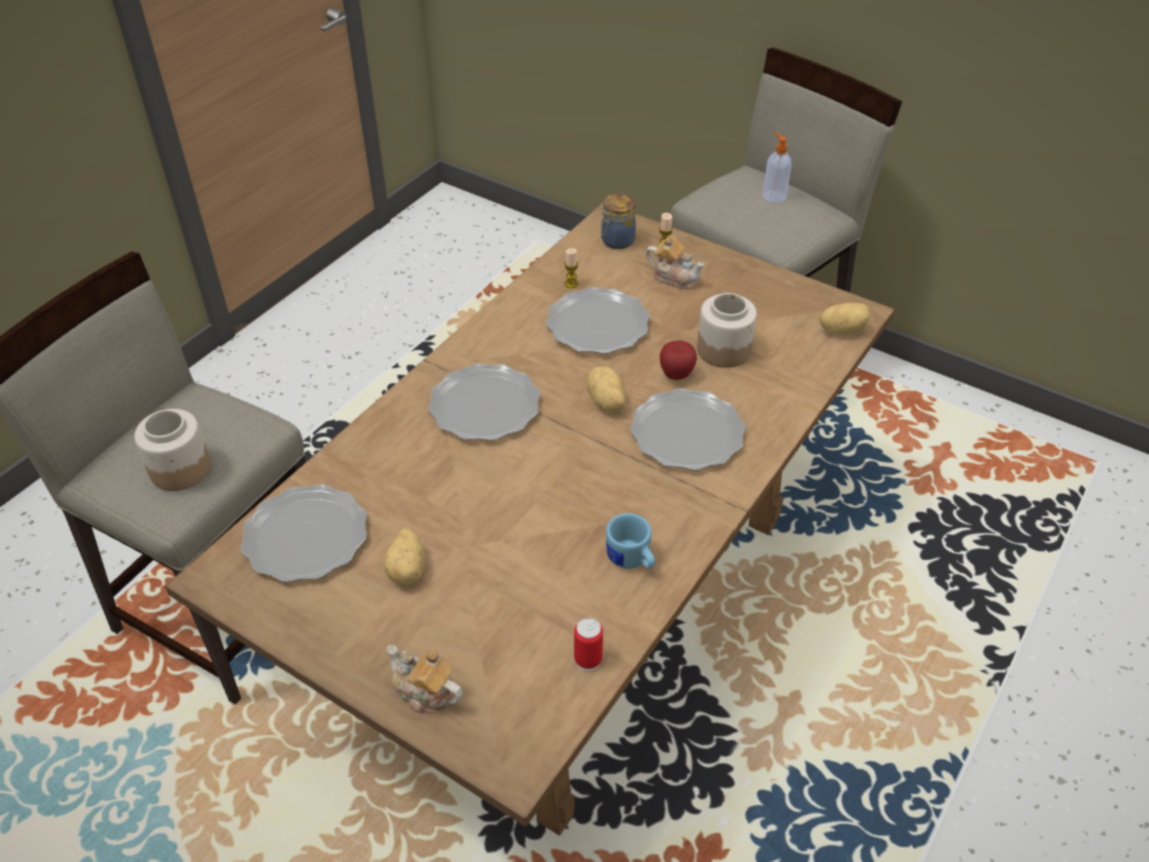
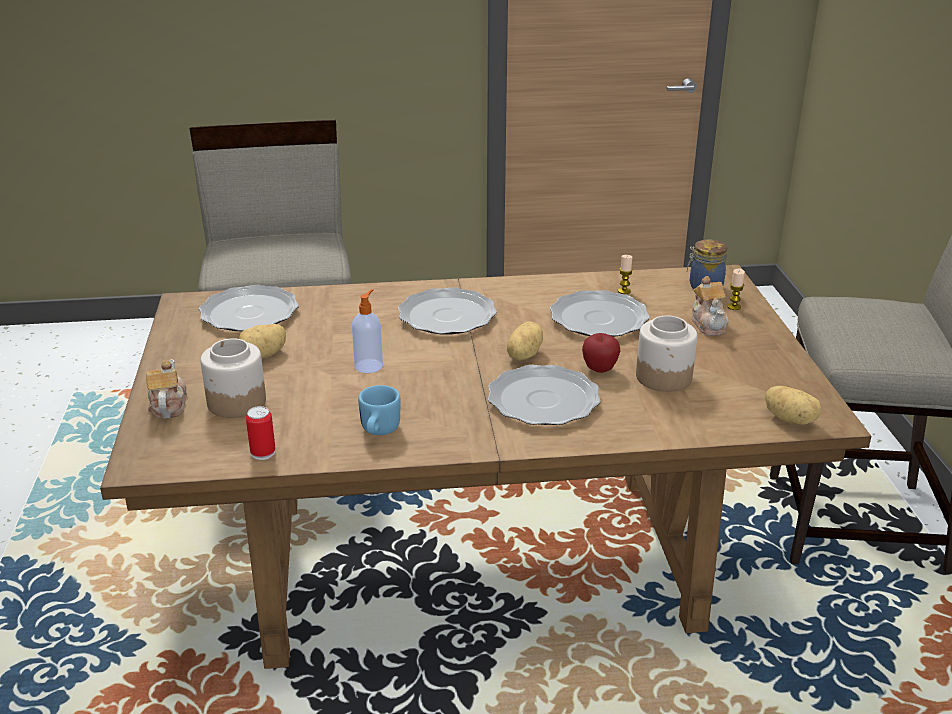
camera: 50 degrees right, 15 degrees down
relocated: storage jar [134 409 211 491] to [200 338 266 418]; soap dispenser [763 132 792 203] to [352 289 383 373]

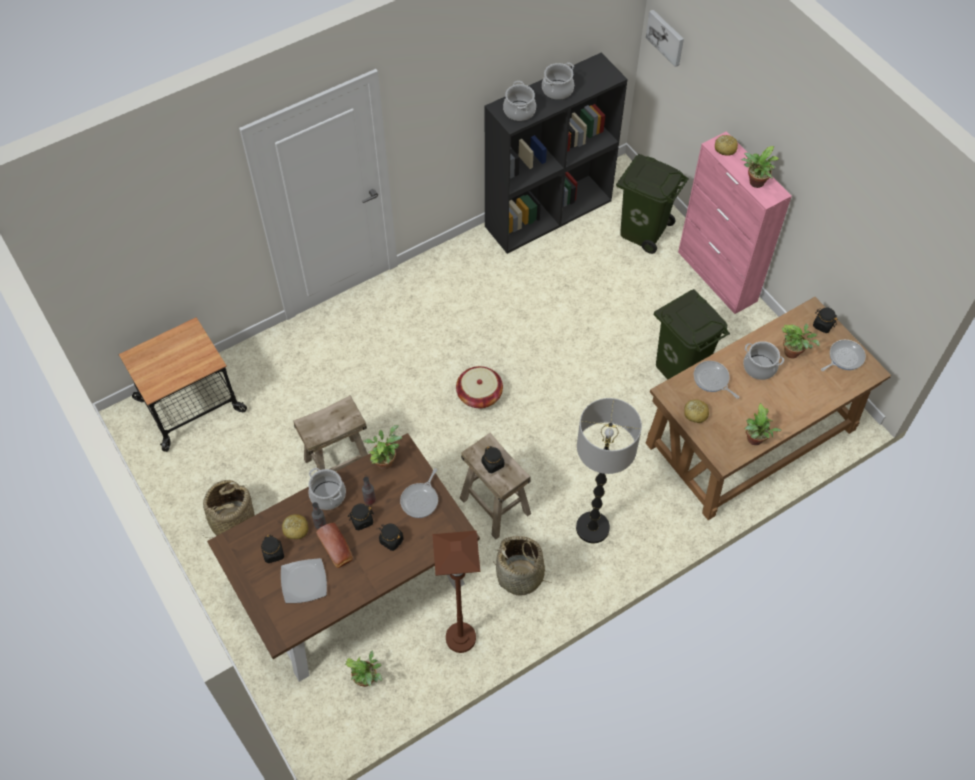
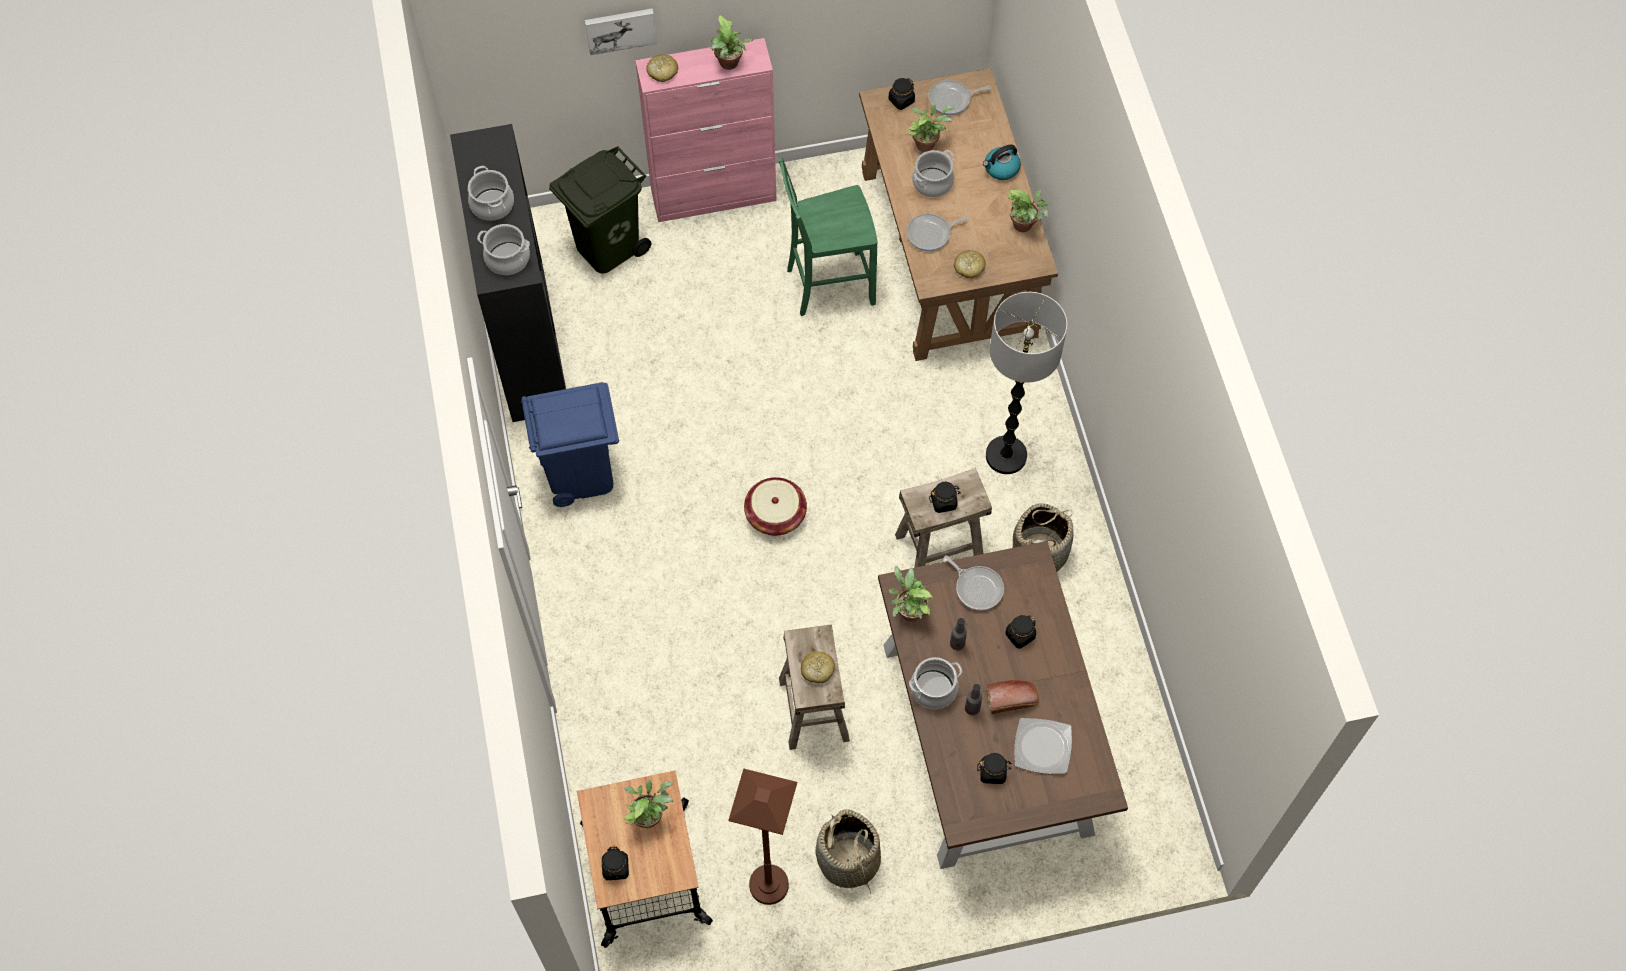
camera: 70 degrees left, 5 degrees up
appeared: blue trash can [521 382 619 507]; tea kettle [983 145 1021 180]
relocated: wall art [646 10 684 67] to [585 9 657 56]; black-coloured storage jar [348 504 374 530] to [602 846 629 880]; plant in a pot [345 651 382 687] to [624 780 673 828]; brown-coloured standard lamp [432 530 480 653] to [728 768 797 905]; baked bread [282 514 308 539] to [801 652 835 683]
exchanged: green trash can [654 289 730 380] to green chair [779 158 878 316]
spun: skillet [821 340 866 371] = [928 80 991 115] 90 degrees counterclockwise

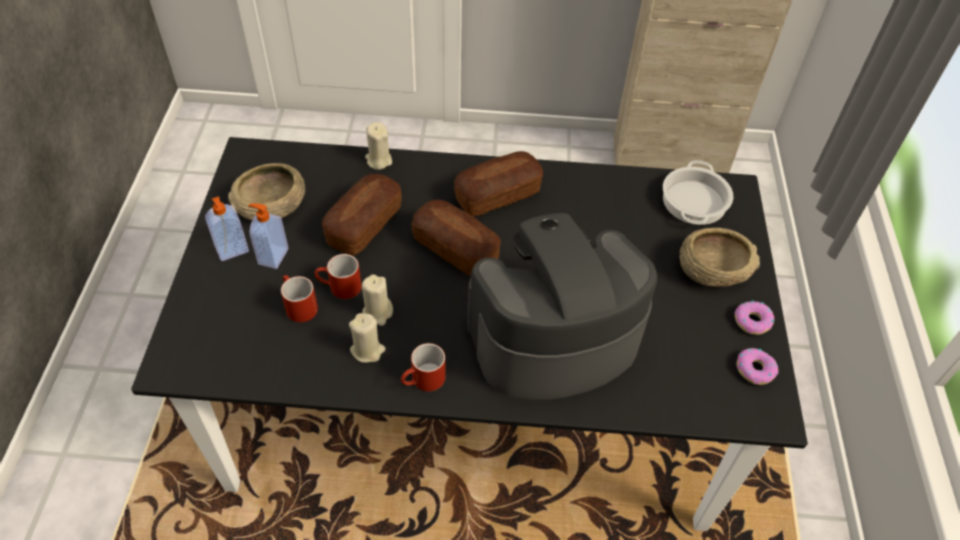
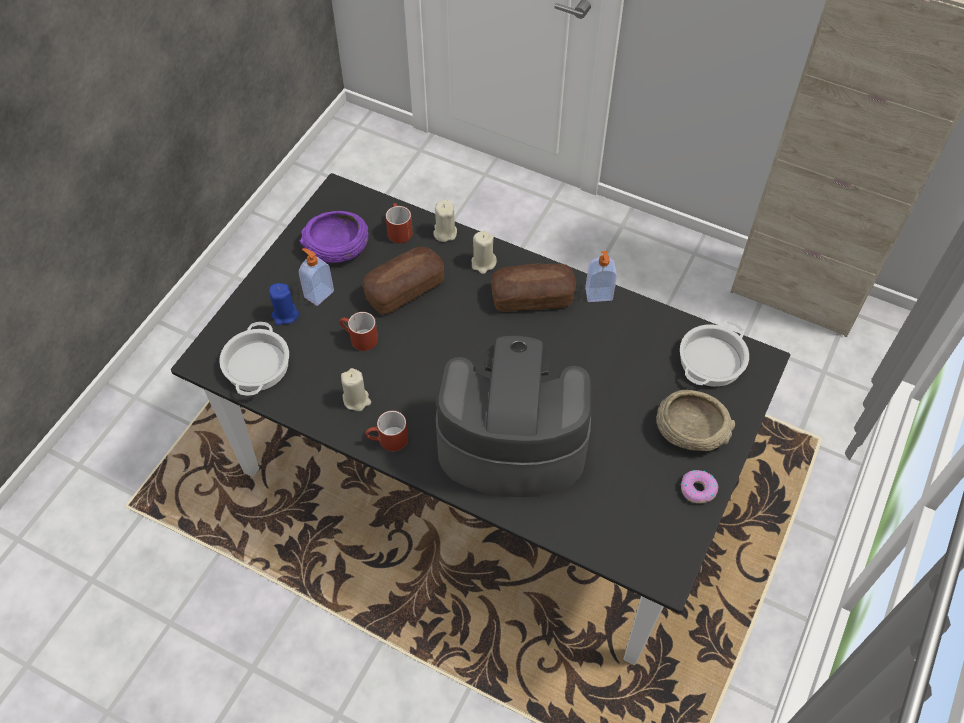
camera: 25 degrees right, 5 degrees up
missing: baked bread [412 200 501 276]; ring doughnut [737 348 778 385]
appeared: stockpot [219 322 289 396]; blue candle [269 283 299 325]
relocated: red-coloured coffee mug [281 275 318 322] to [386 203 413 243]; beige candle [362 274 393 326] to [471 231 497 274]; soap dispenser [205 196 249 261] to [585 251 617 302]
colour: beige bowl [228 163 305 220] to purple bowl [300 211 369 263]

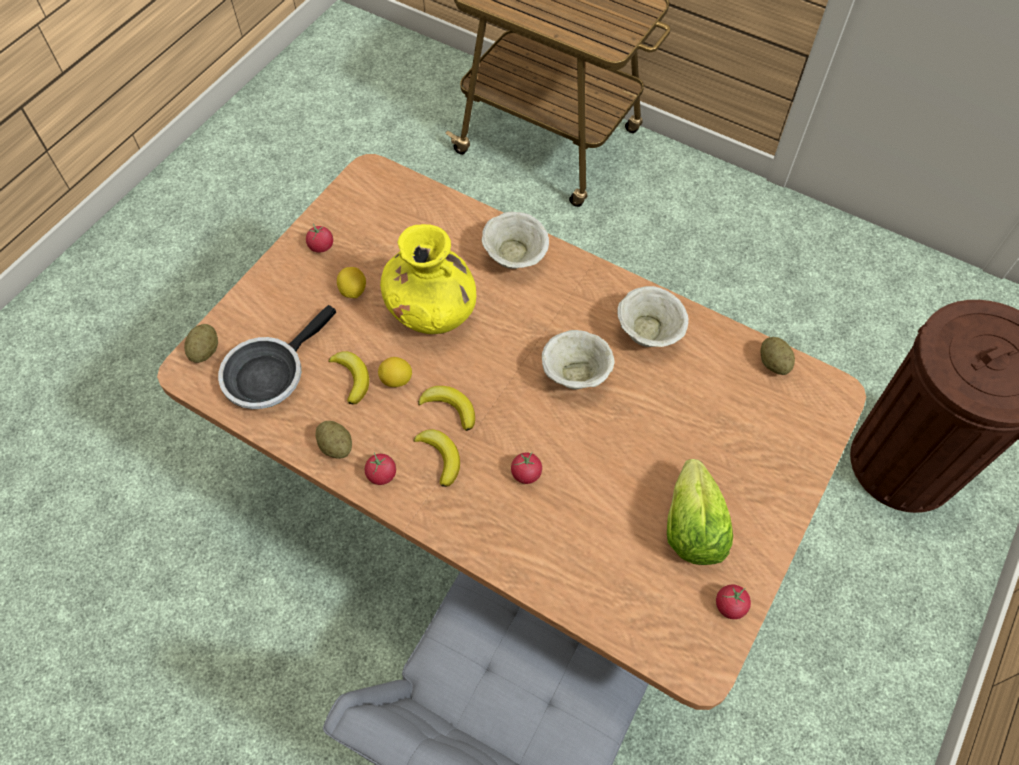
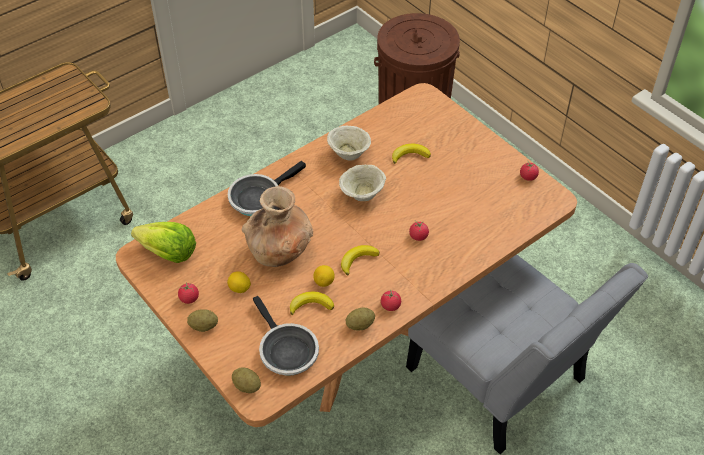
camera: 70 degrees left, 10 degrees down
relocated: head of lettuce [667 459 733 565] to [131 222 196 263]; potato [760 337 795 375] to [187 309 218 332]; banana [413 429 460 487] to [392 144 431 164]
exchanged: beige bowl [481 212 549 269] to skillet [228 161 306 216]
colour: yellowish flower vase [380 224 476 334] to brown-coloured flower vase [242 186 313 267]

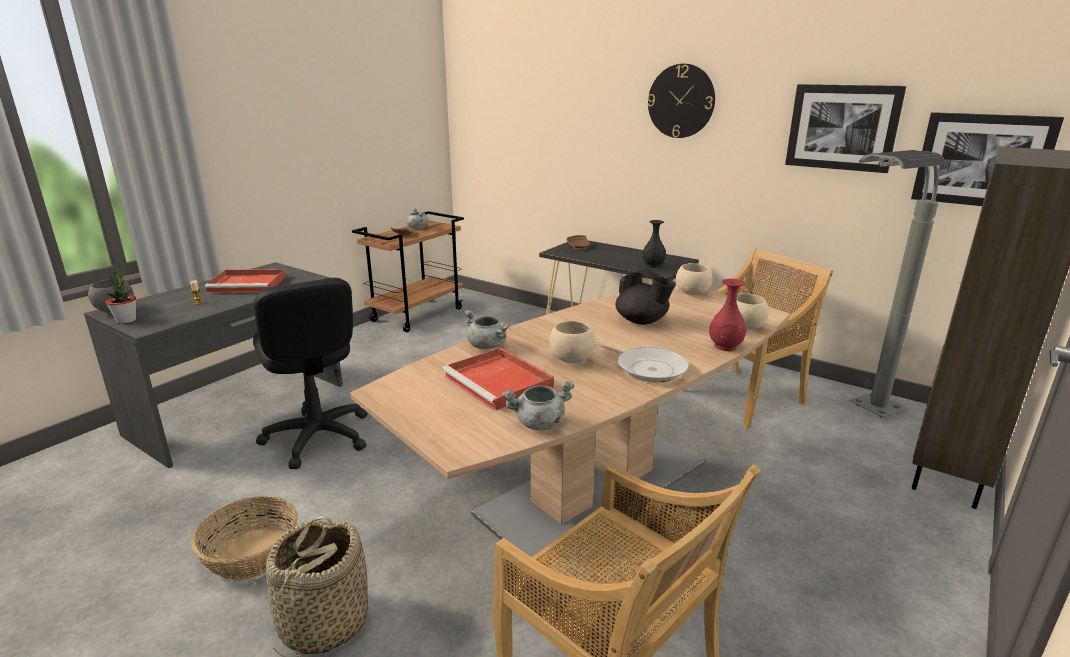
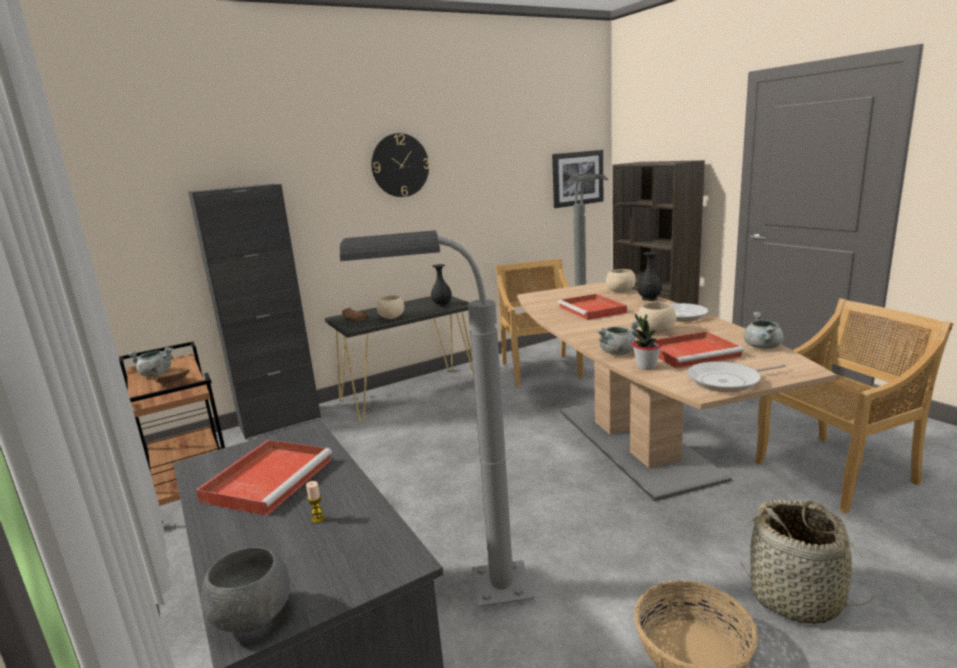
camera: 65 degrees left, 5 degrees down
missing: wall art [785 84 906 173]
appeared: black-coloured cupboard [188 184 321 439]; skillet [688 361 786 392]
relocated: beige bowl [676 263 713 295] to [376 295 404 319]; plant in a pot [105 269 136 324] to [632 313 662 370]
exchanged: black-coloured office chair [253 278 368 469] to greyish standard lamp [340 230 534 607]; black-coloured pot for tea [615 269 676 325] to red-coloured tray [558 294 627 320]
colour: red-coloured flower vase [709 279 746 351] to black-coloured flower vase [637 252 662 301]

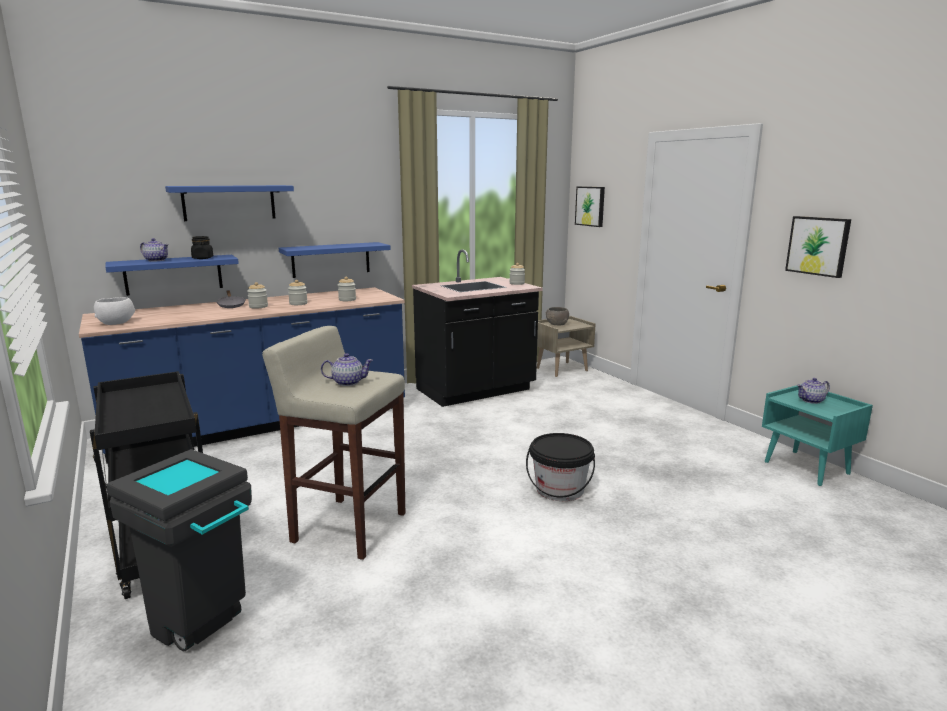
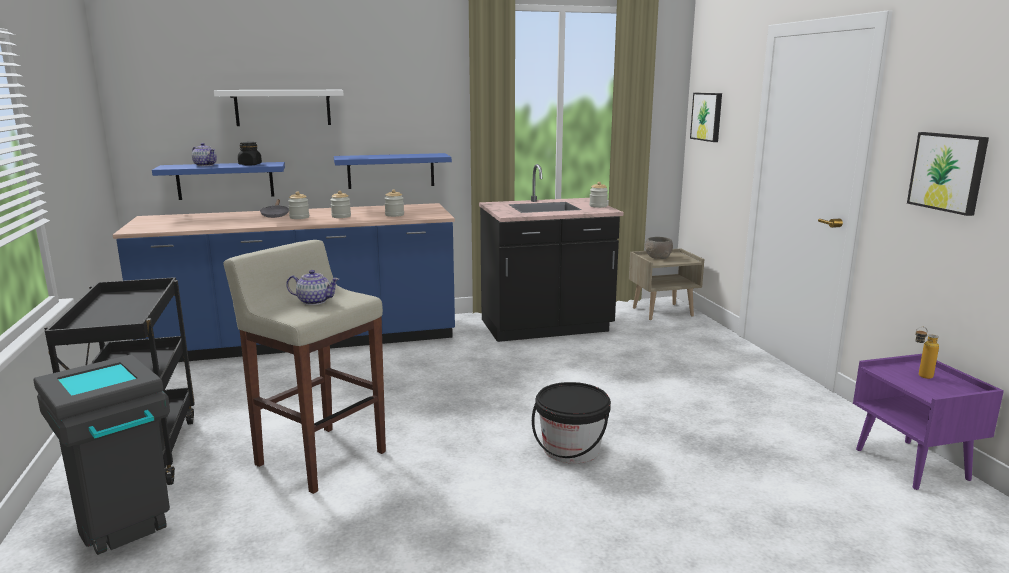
camera: 15 degrees right, 0 degrees up
missing: whitish bowl [94 297 135 325]
exchanged: pot for tea [797 378 830 404] to beverage bottle [915 327 939 379]
colour: blue bracket shelf [165 185 294 221] to whitish bracket shelf [214 90 344 126]; turquoise-coloured bedside table [762 385 873 486] to purple bedside table [853 354 1004 490]

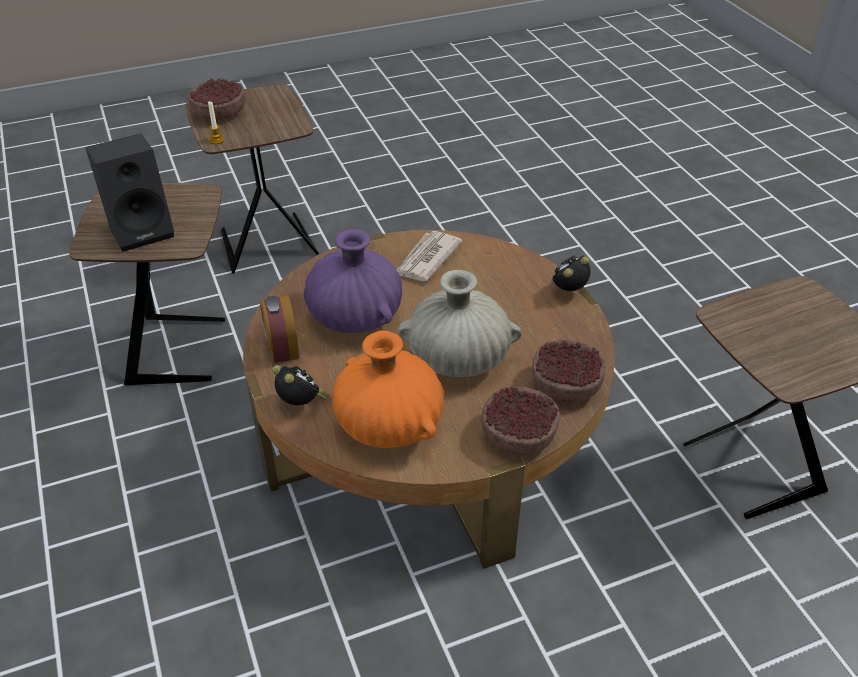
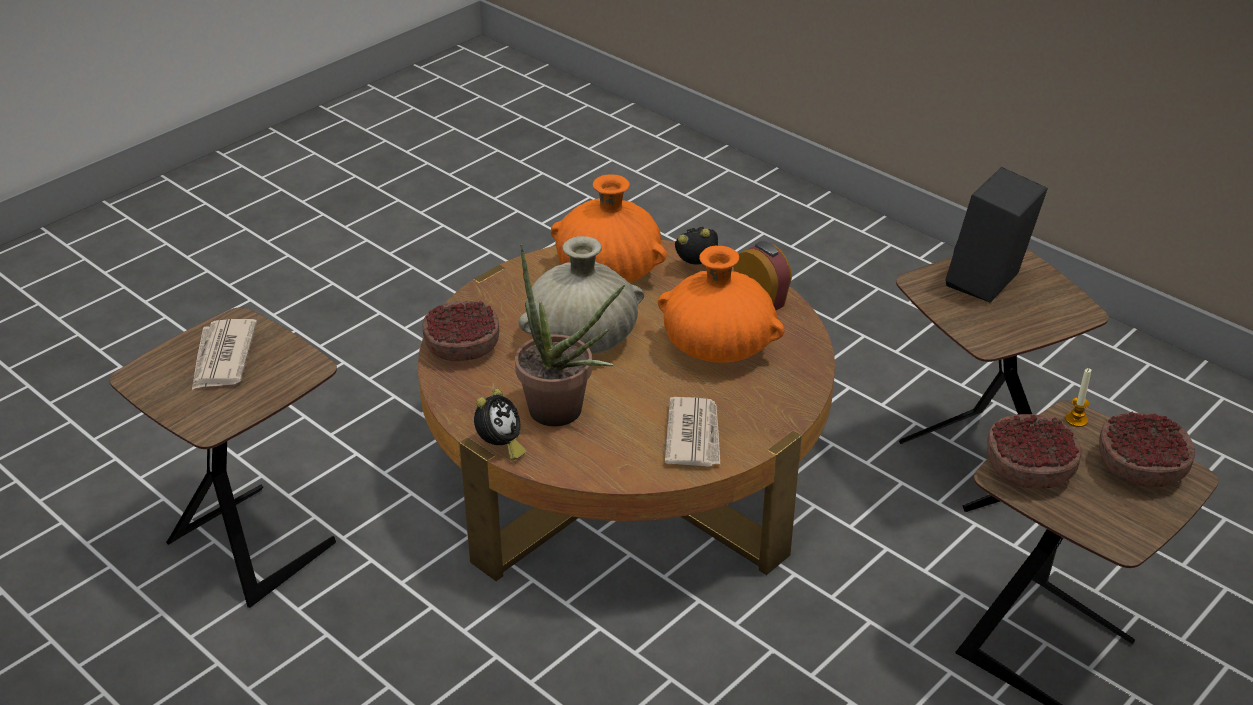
camera: 155 degrees right, 5 degrees down
appeared: printed paper [192 319 257 390]; plant in a pot [515 244 626 427]
relocated: bowl [482 386 560 455] to [987 414 1081 489]
colour: purple flower vase [304 229 402 333] to orangey flower vase [658 246 785 363]
spun: alarm clock [272 365 329 405] = [675 226 718 265] 150 degrees clockwise

